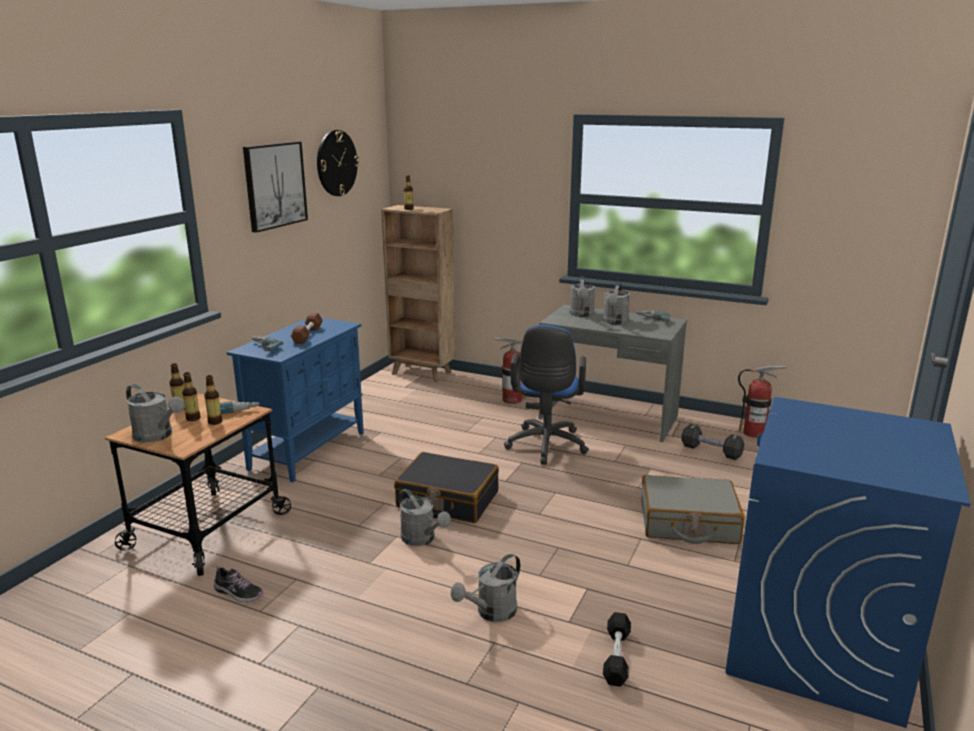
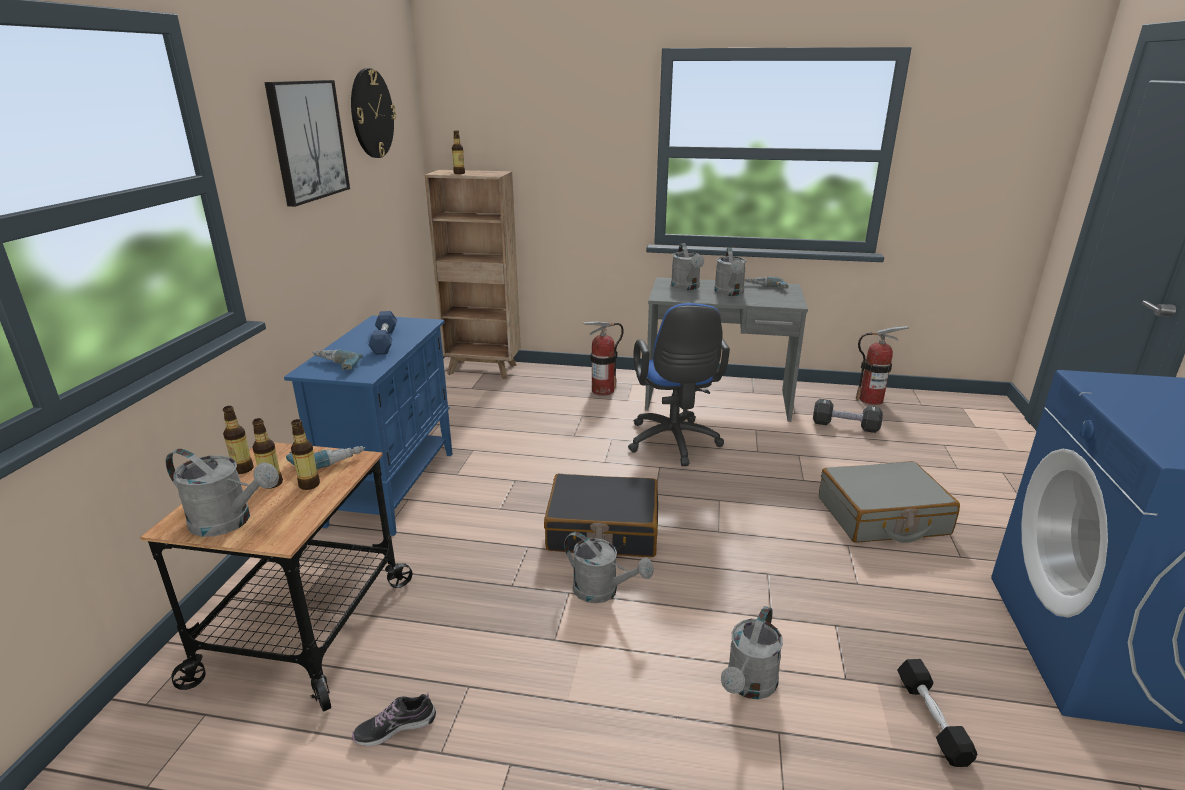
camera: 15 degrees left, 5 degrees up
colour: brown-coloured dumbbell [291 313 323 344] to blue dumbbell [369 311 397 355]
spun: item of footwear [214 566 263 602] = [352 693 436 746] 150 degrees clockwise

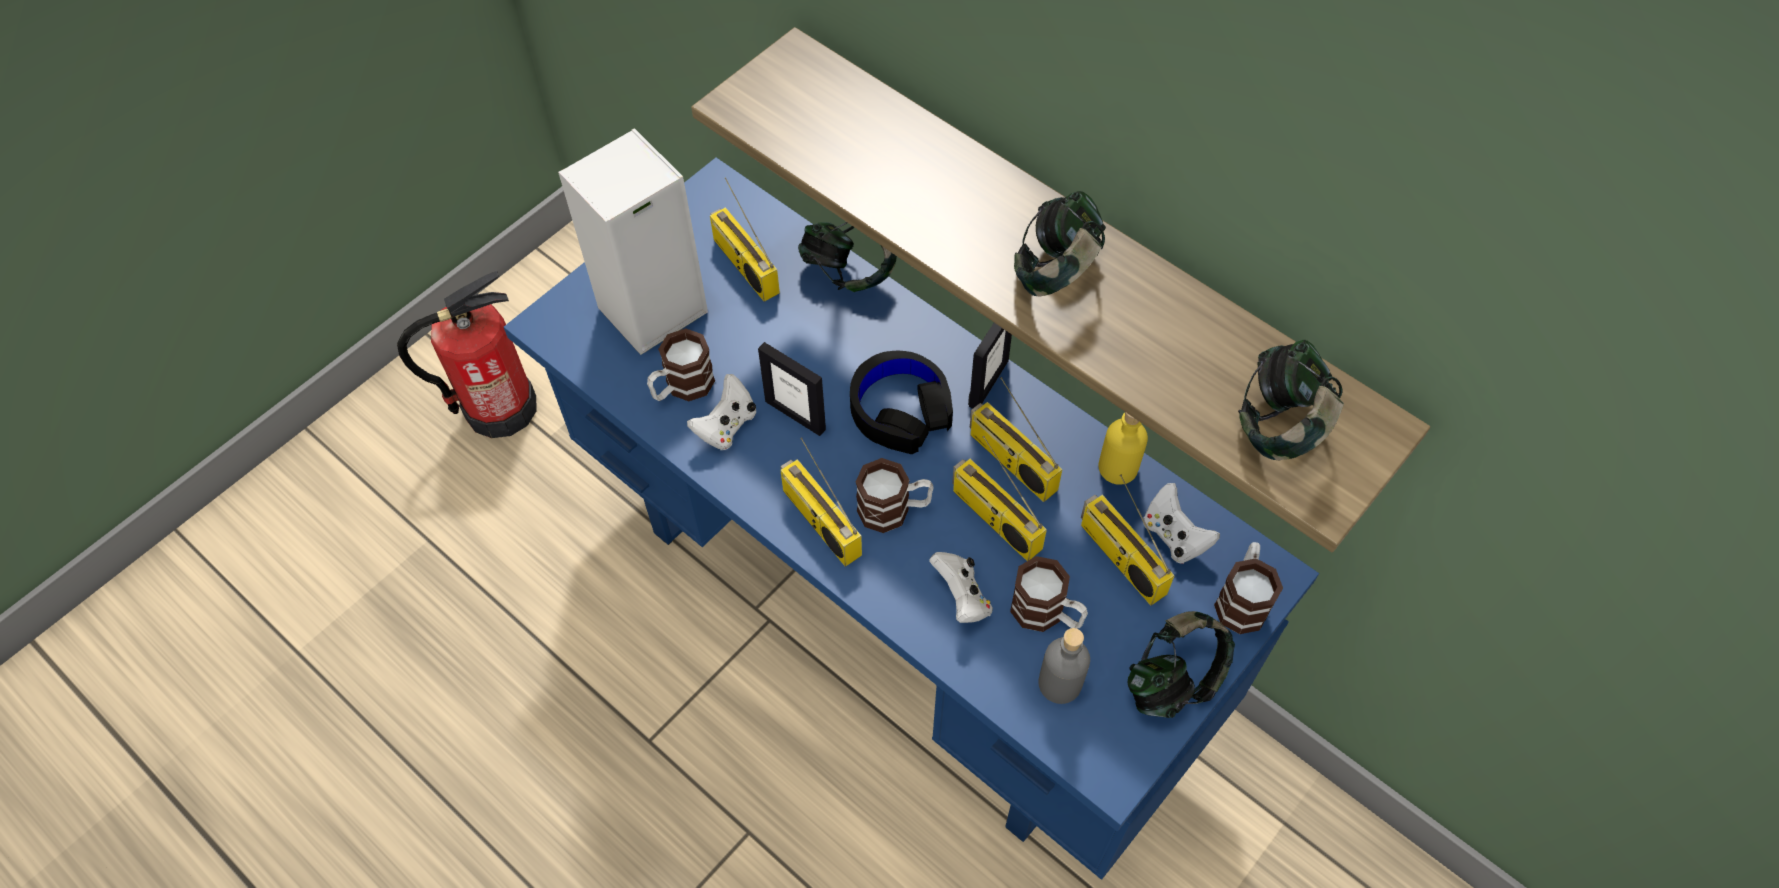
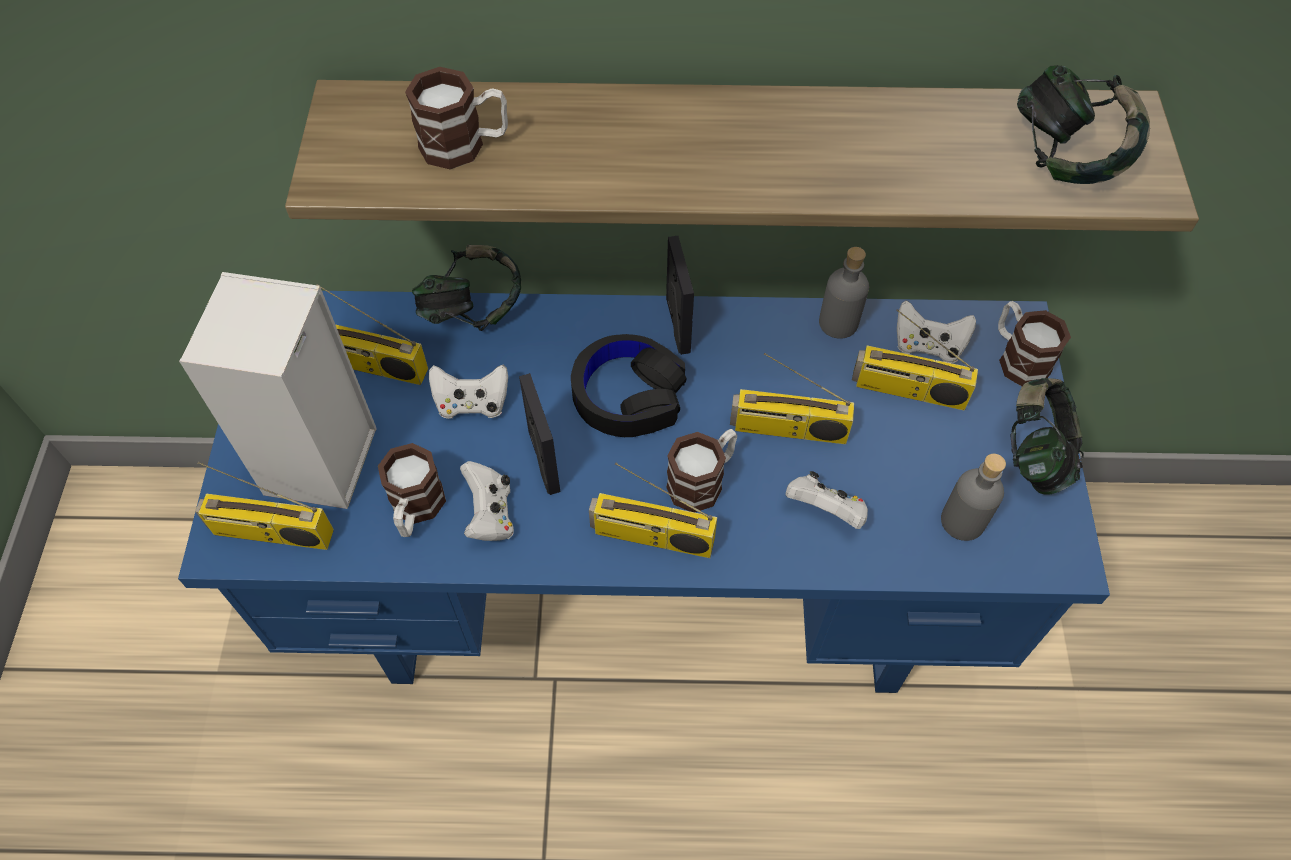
camera: 40 degrees left, 0 degrees up
missing: fire-fighting cylinder [397 271 537 438]; headset [1014 191 1106 297]
appeared: whitish game controller [429 364 508 419]
relocated: radio [970 377 1062 502] to [195 462 334 550]; coffee mug [1010 556 1088 632] to [405 67 508 170]
colour: yellowish beverage bottle [1098 412 1148 485] to greyish beverage bottle [819 247 869 339]
spun: photo frame [758 342 826 436] = [519 373 560 495] 105 degrees counterclockwise

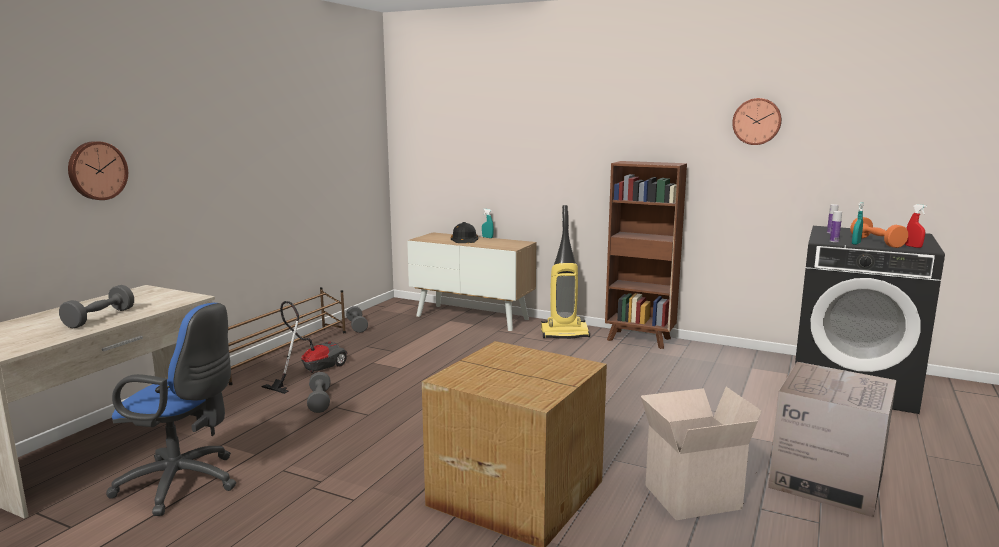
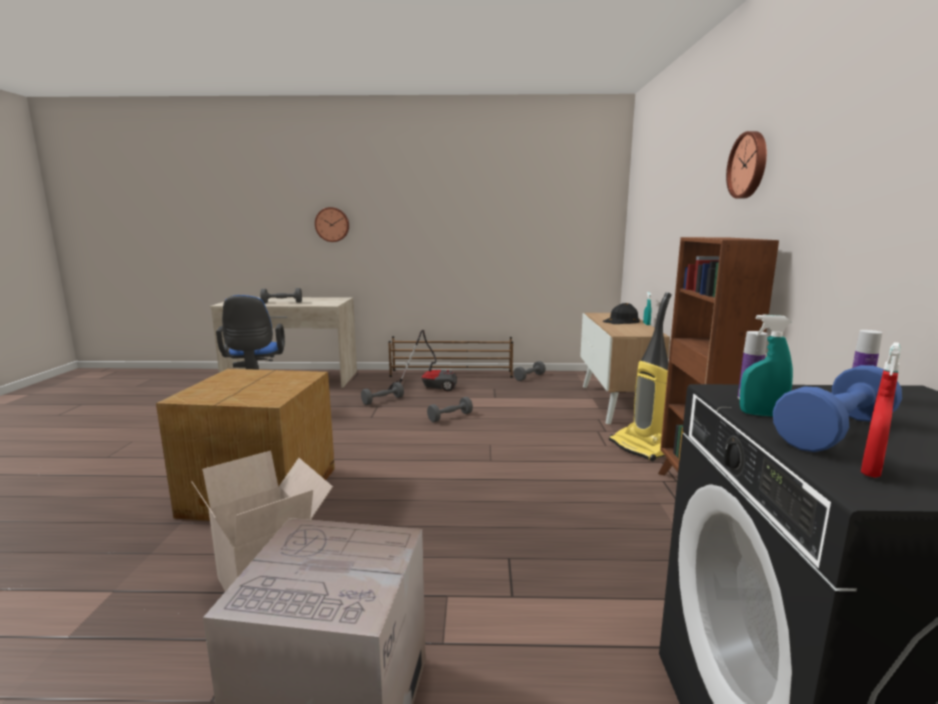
camera: 65 degrees right, 0 degrees up
appeared: greyish dumbbell [427 397 473 422]
relocated: wall clock [732 98 782 145] to [726 131 767 199]
colour: orangey dumbbell [850 217 908 248] to blue dumbbell [773 365 902 452]

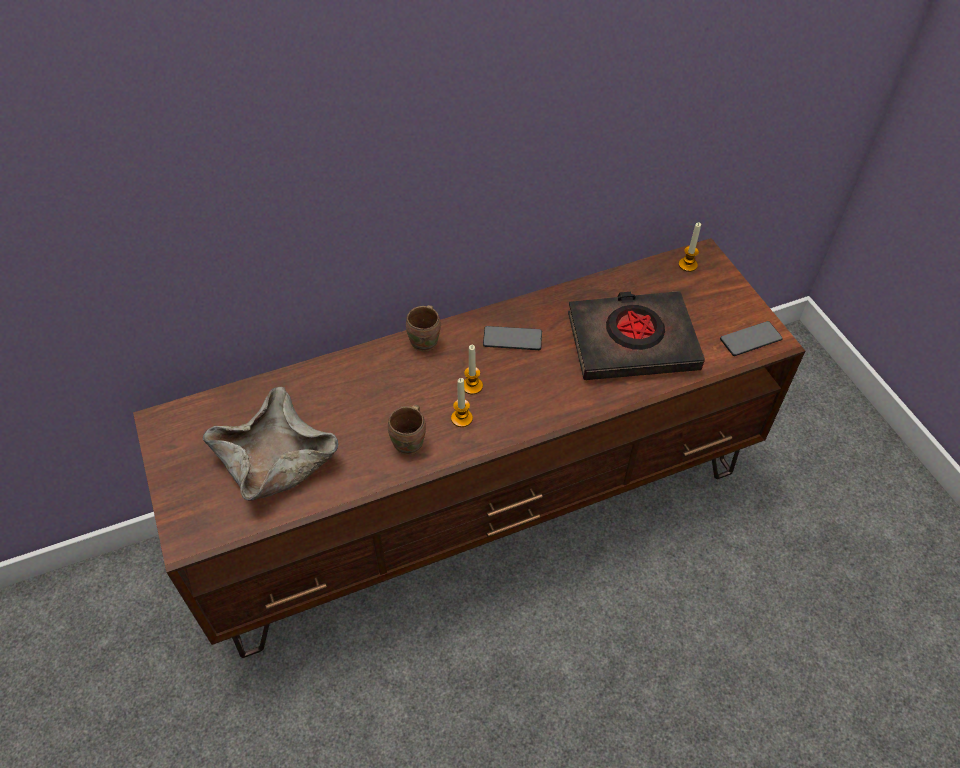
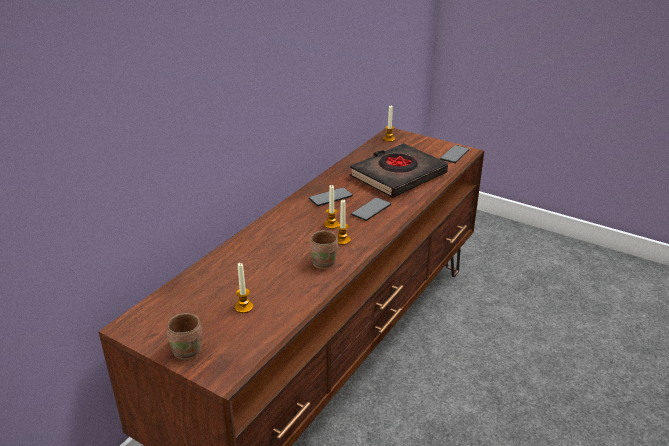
camera: 35 degrees left, 20 degrees down
appeared: telephone [351 197 391 221]
relocated: brown-coloured coffee mug [406 305 441 352] to [167 313 202 360]
exchanged: beige bowl [203 387 338 501] to candle [235 263 253 313]

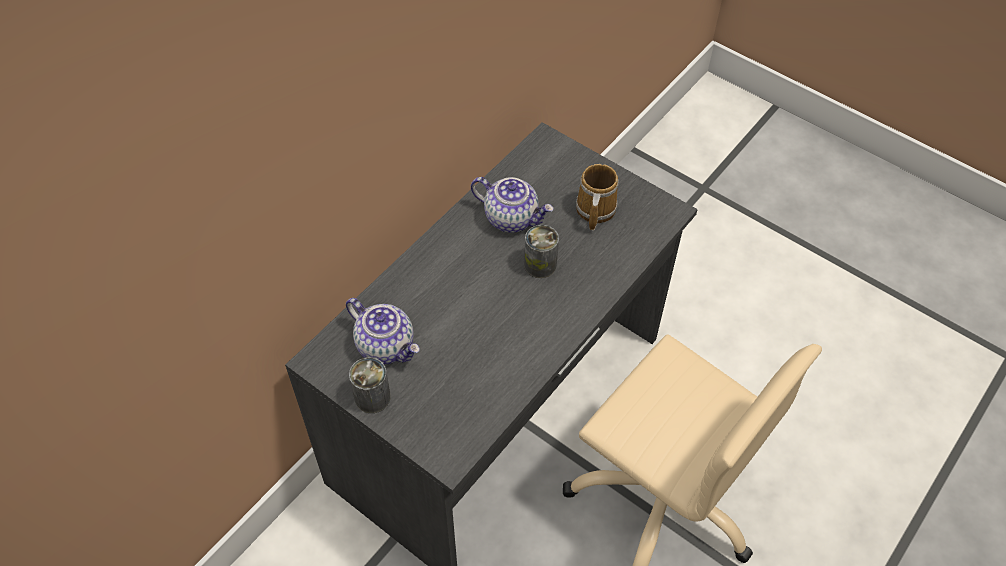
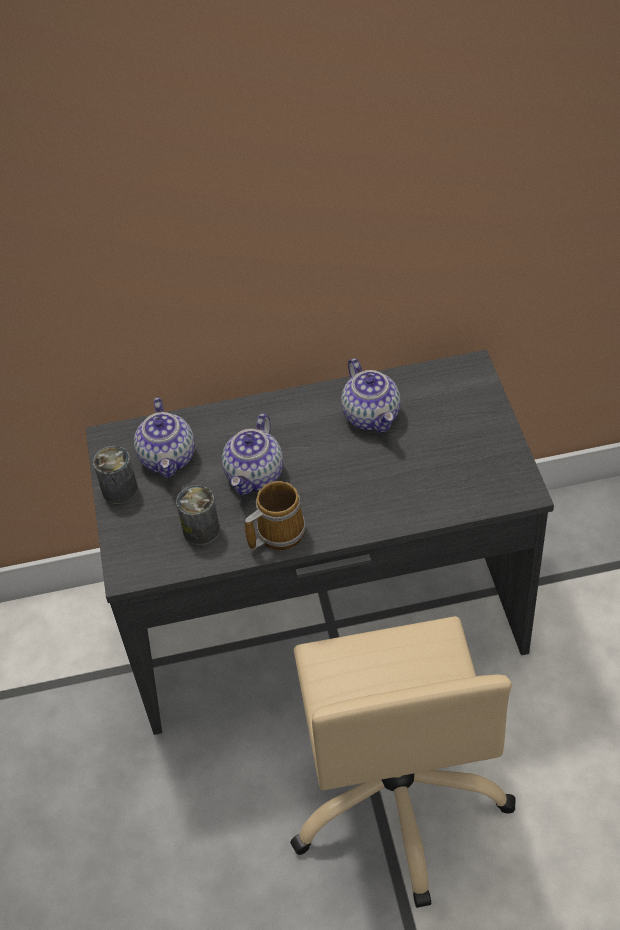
camera: 45 degrees right, 5 degrees down
appeared: pot for tea [222 413 283 495]
relocated: can [524 225 559 278] to [176 485 220 545]; coffee mug [576 164 619 230] to [245 481 306 550]

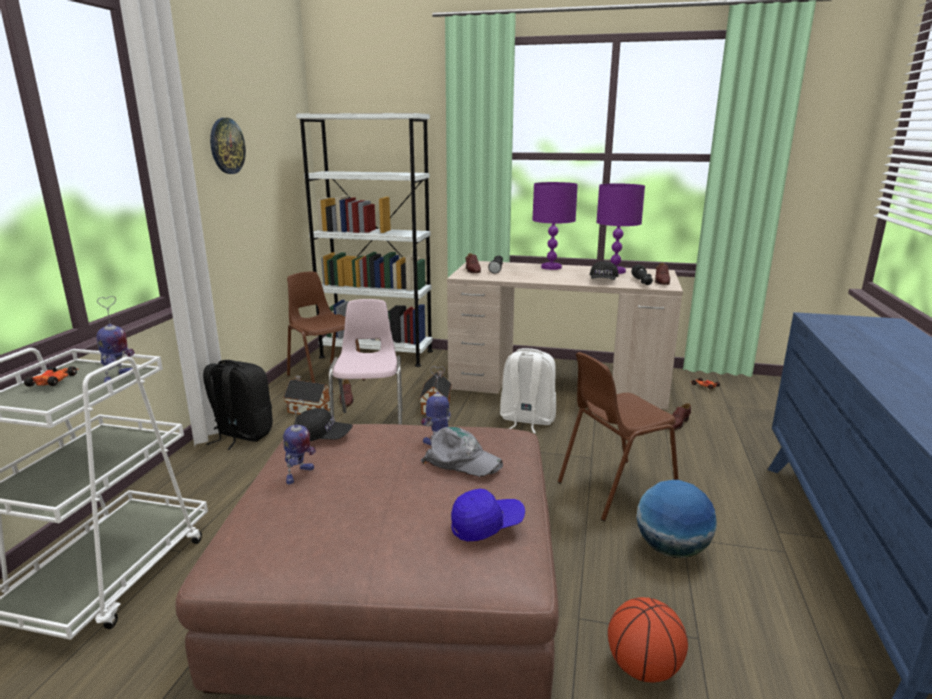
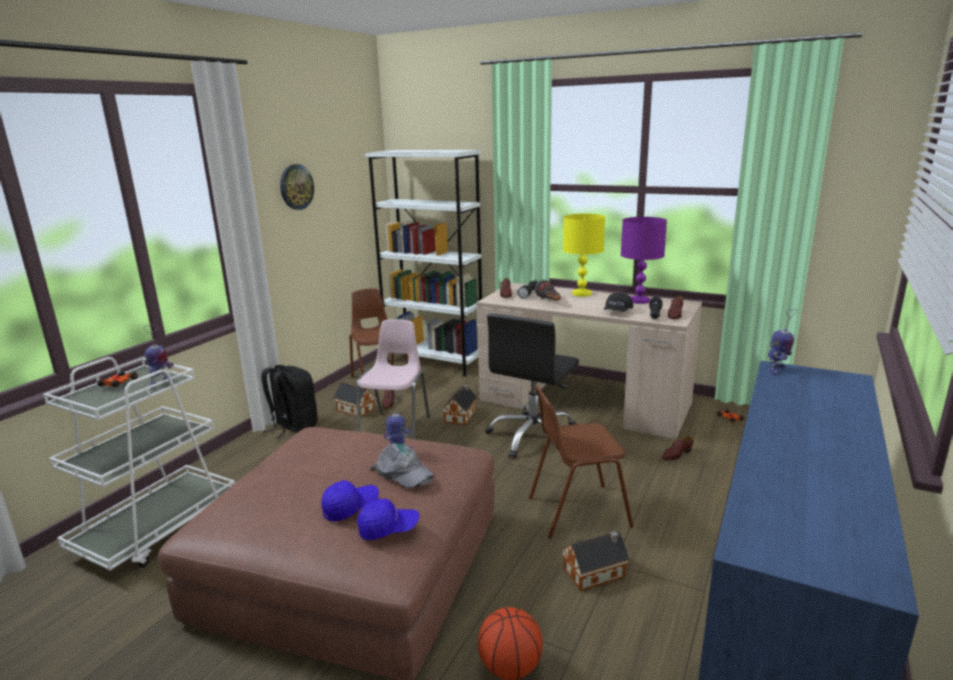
camera: 15 degrees right, 0 degrees up
missing: black-coloured cap [294 408 353 441]
appeared: blue cap [321 480 379 522]; torch [535 280 561 301]
relocated: robot figure [283 400 316 484] to [768 309 797 375]
exchanged: whitish rucksack [500 348 556 433] to black-coloured office chair [485 314 579 459]; world globe [637 480 717 558] to model house [562 531 630 591]
colour: purple table lamp [533 182 578 270] to yellowish table lamp [563 214 605 297]

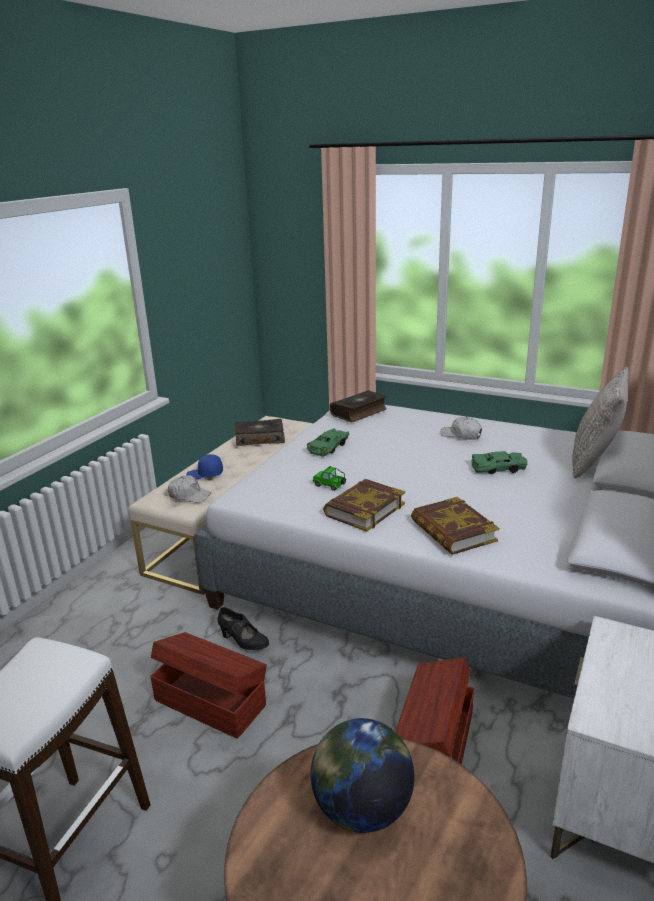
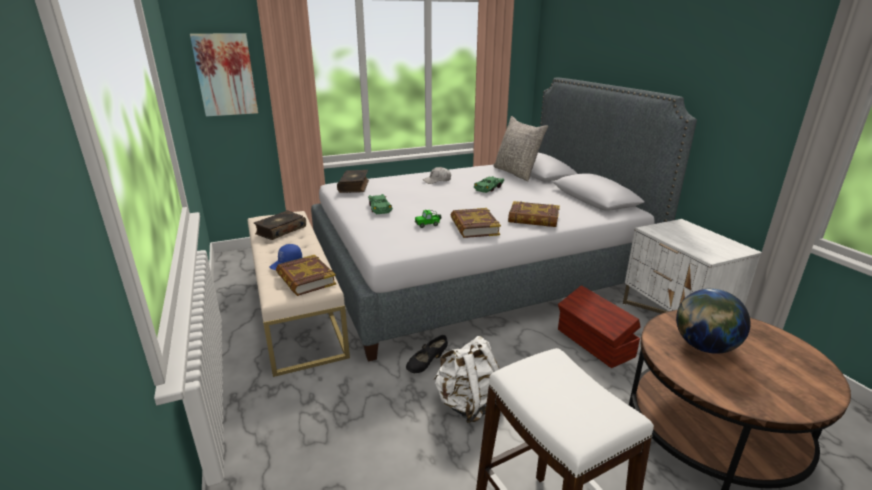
camera: 50 degrees left, 0 degrees up
appeared: wall art [190 33 258 117]
exchanged: whitish cap [168 475 212 503] to volume [276 255 336 296]; brown-coloured storage container [150 632 267 739] to whitish rucksack [433 336 499 423]
spun: black-coloured item of footwear [218 607 269 650] = [406 335 448 373] 150 degrees clockwise

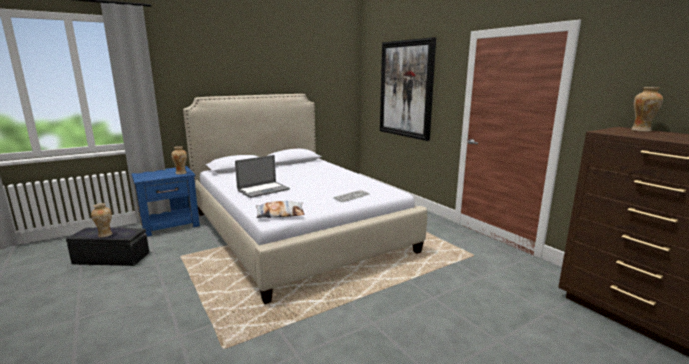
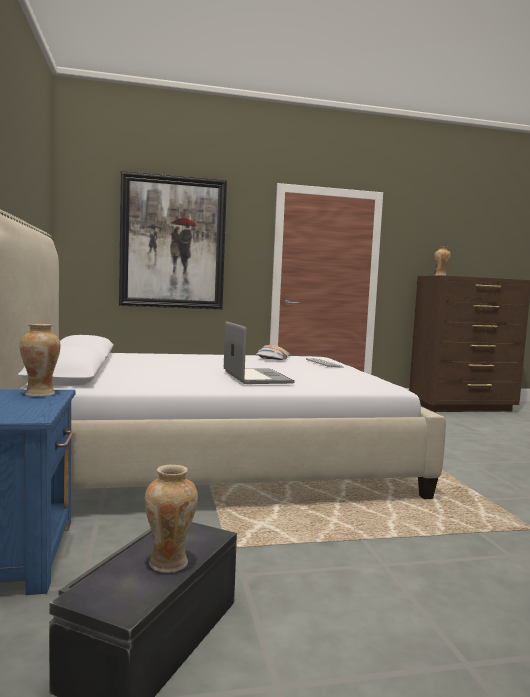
camera: 70 degrees left, 10 degrees down
relocated: pillow [256 201 304 218] to [256 345 290 360]

